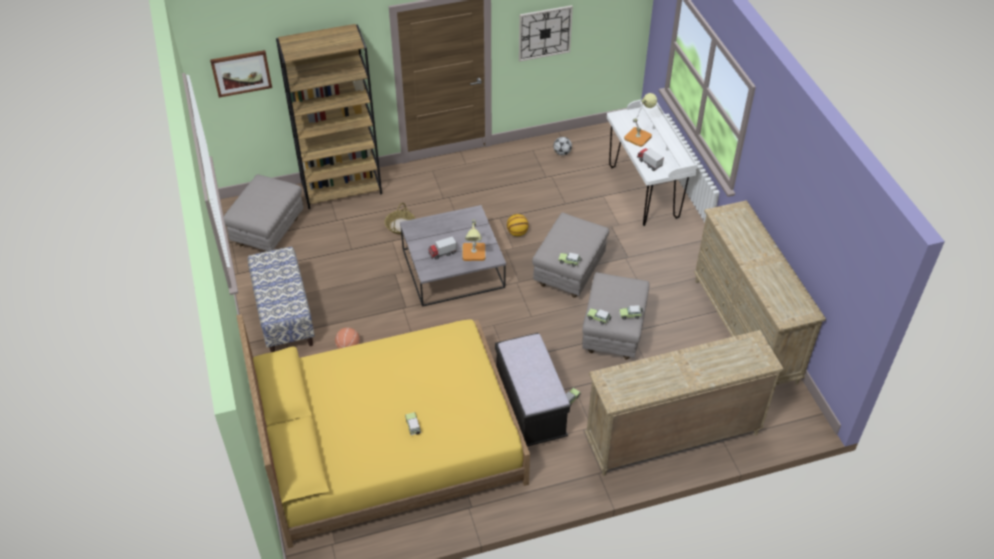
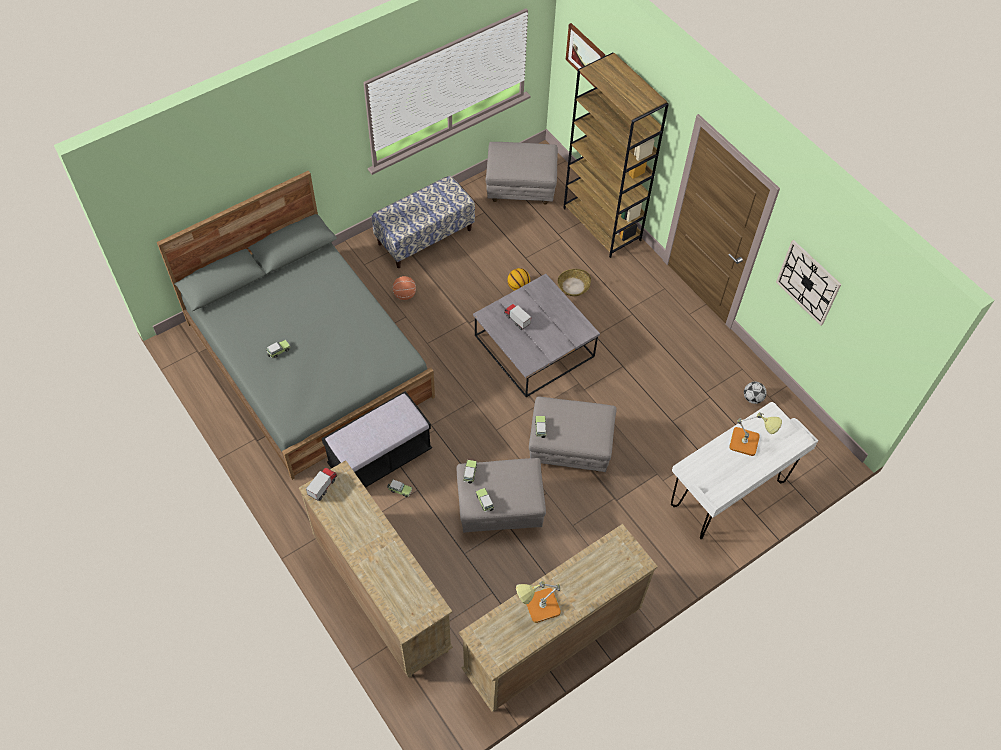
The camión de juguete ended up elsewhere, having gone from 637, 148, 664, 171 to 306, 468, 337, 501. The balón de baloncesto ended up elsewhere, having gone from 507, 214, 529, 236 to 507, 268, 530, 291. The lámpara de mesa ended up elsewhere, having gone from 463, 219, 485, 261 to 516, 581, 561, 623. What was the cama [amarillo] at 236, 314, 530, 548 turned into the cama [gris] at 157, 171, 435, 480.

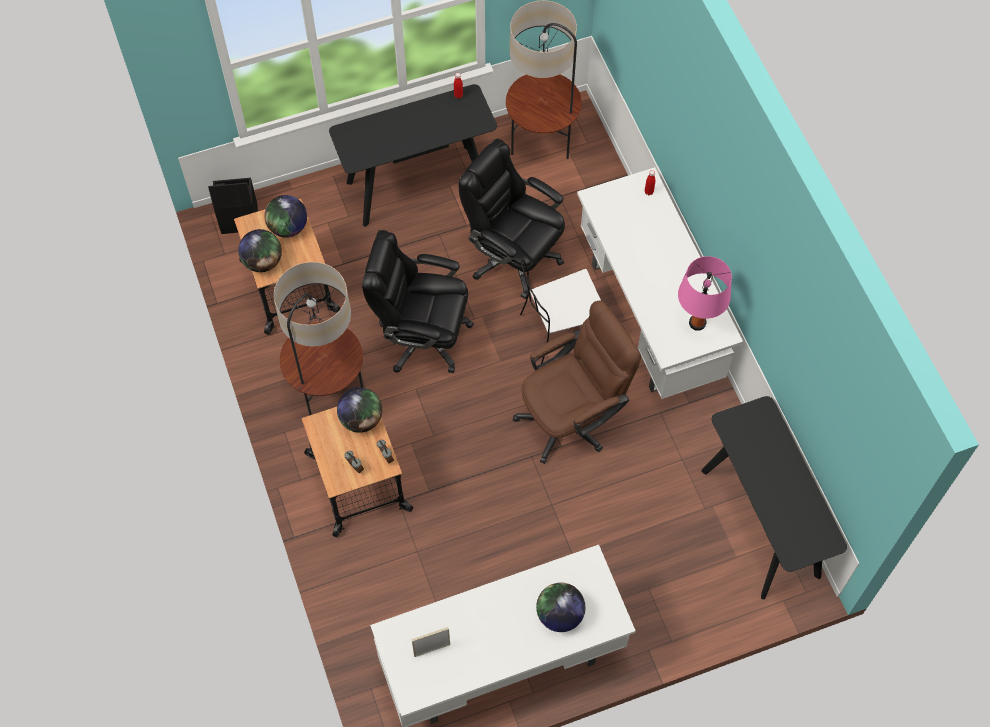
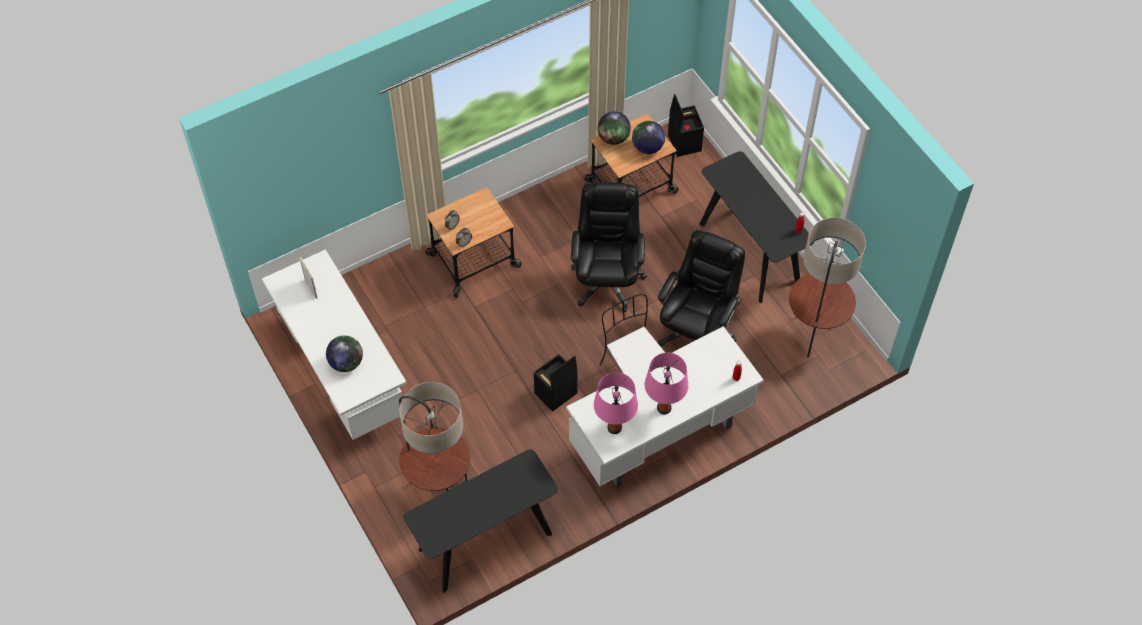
The lámpara de pie ended up elsewhere, having gone from 274, 262, 363, 416 to 399, 382, 470, 492. Where the silla de oficina [marrón] stood at 513, 301, 641, 464, the caja de almacenaje [negro] came to stand at 534, 354, 578, 412. The second view lost the globo terráqueo at 337, 387, 382, 433. The second view gained the lámpara de mesa [rosa] at 645, 353, 688, 414.

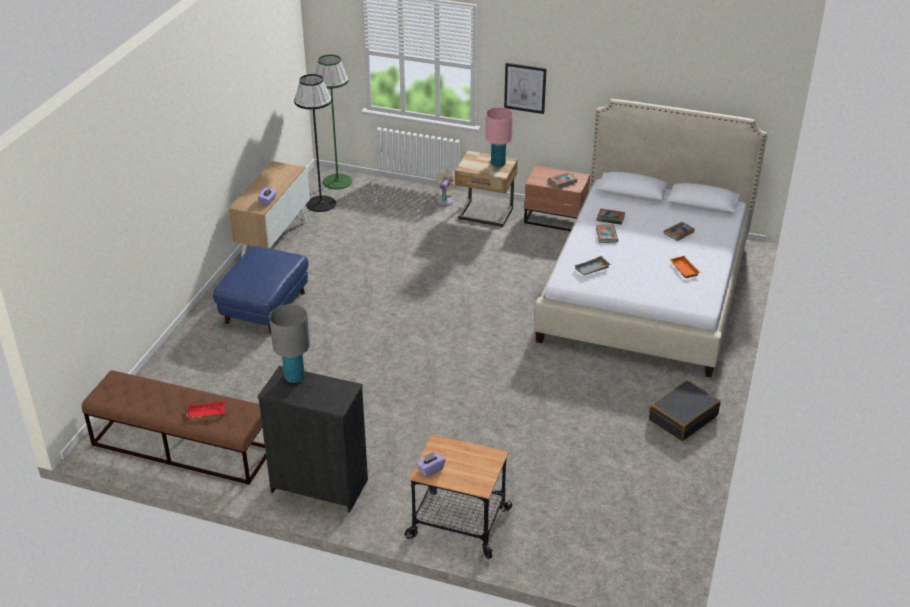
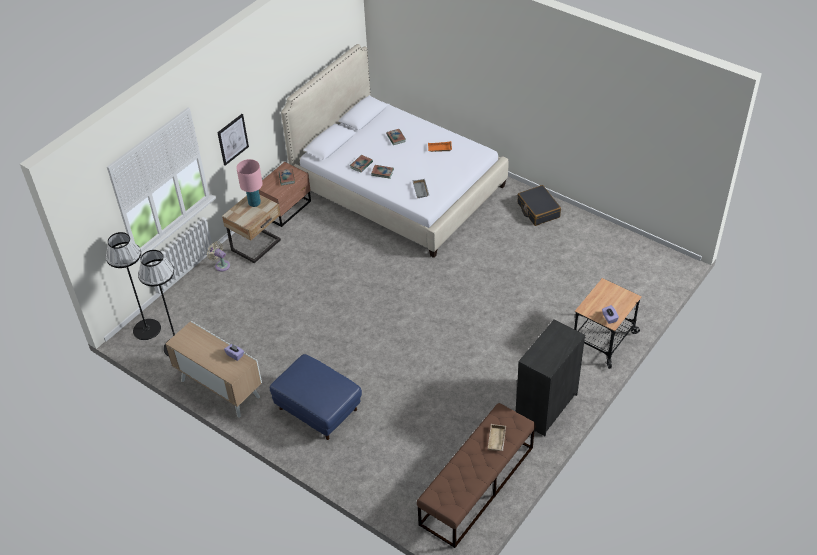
What was the lámpara de pie [verde] at 314, 54, 352, 189 turned into the lámpara de pie [negro] at 106, 232, 161, 340. The second view lost the lámpara de mesa [gris] at 269, 304, 310, 383. What was the bandeja [rojo] at 187, 400, 226, 419 turned into the bandeja [beis] at 487, 424, 506, 451.

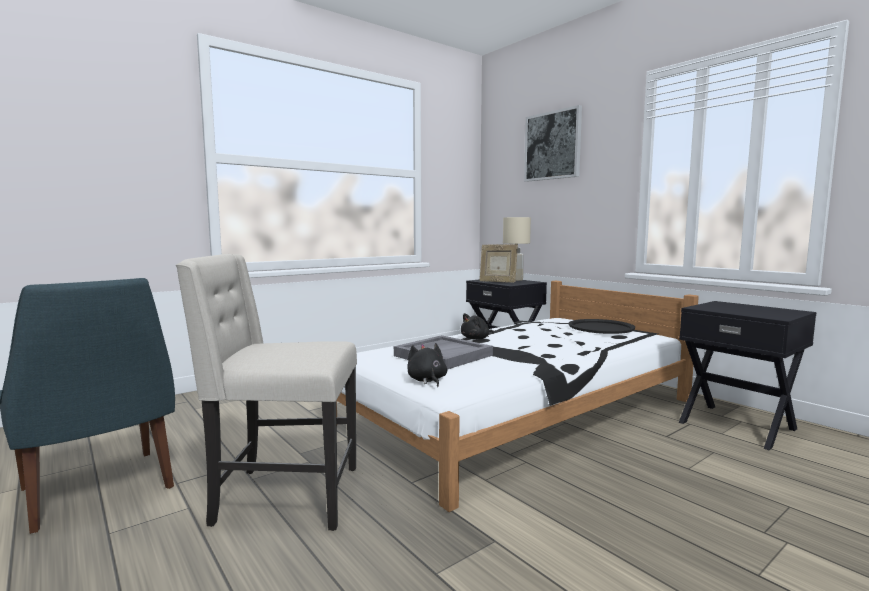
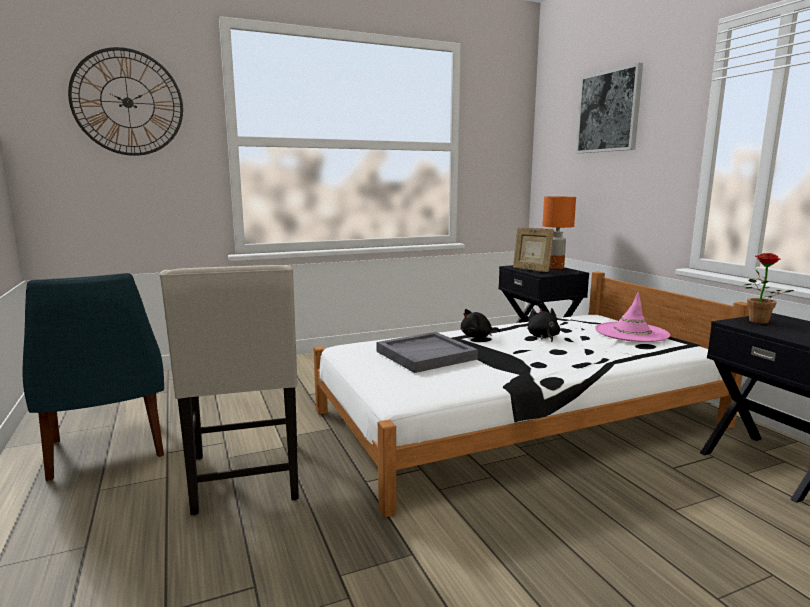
What was the lámpara de mesa [beis] at 503, 217, 531, 281 turned into the lámpara de mesa [naranja] at 542, 196, 576, 269. The silla [beis] at 176, 254, 357, 531 ended up facing another way, 120 degrees counterclockwise from before. Where the bandeja [negro] stood at 569, 319, 635, 334, the sombrero [rosa] came to stand at 595, 292, 670, 342. The peluche [negro] ended up elsewhere, having gone from 407, 343, 447, 387 to 528, 308, 560, 342. The second view gained the reloj de pared at 68, 47, 183, 156. The second view gained the planta en maceta at 745, 253, 794, 324.

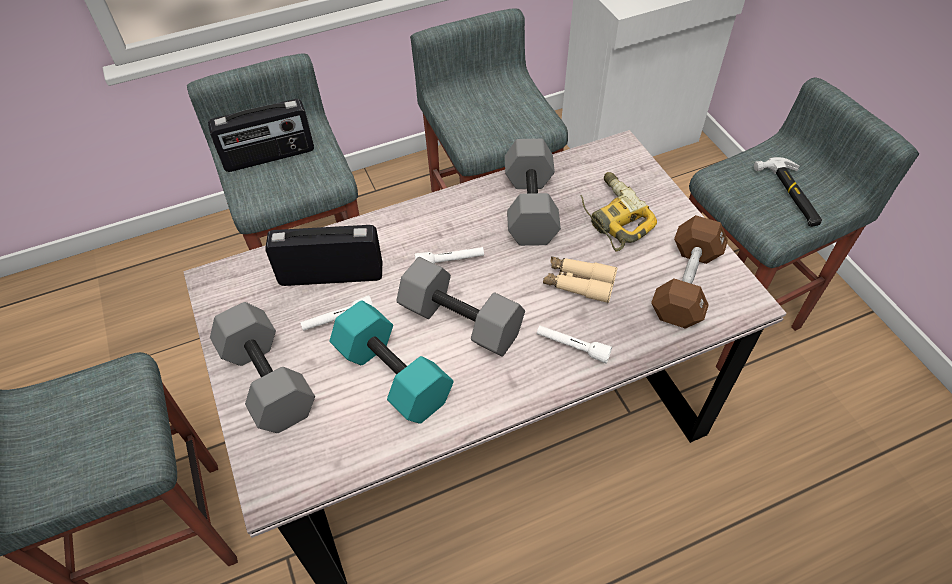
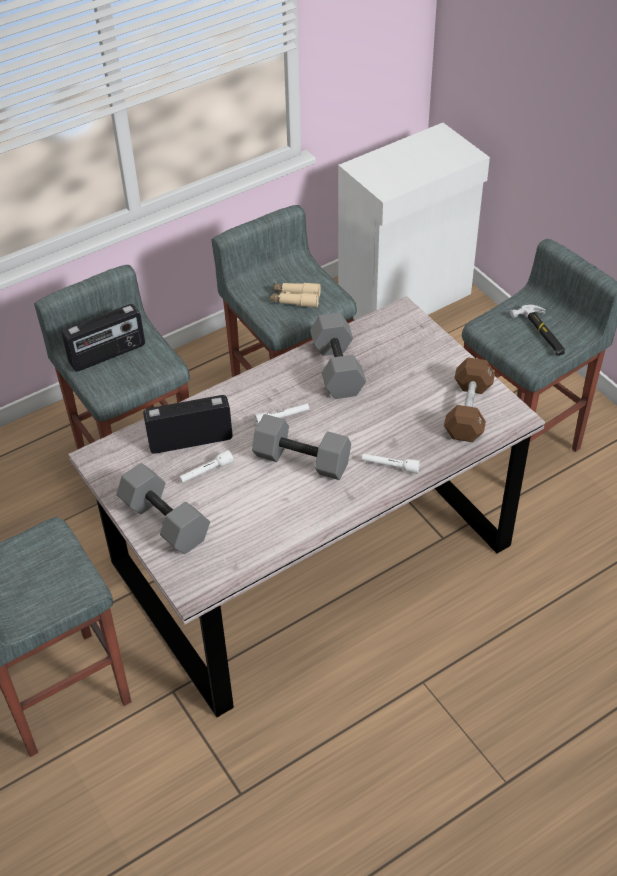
The second view lost the taladro at 580, 172, 657, 252. The prismáticos [beis] ended up elsewhere, having gone from 543, 256, 617, 303 to 270, 283, 321, 308. The second view lost the mancuerna [turquesa] at 329, 300, 454, 424.

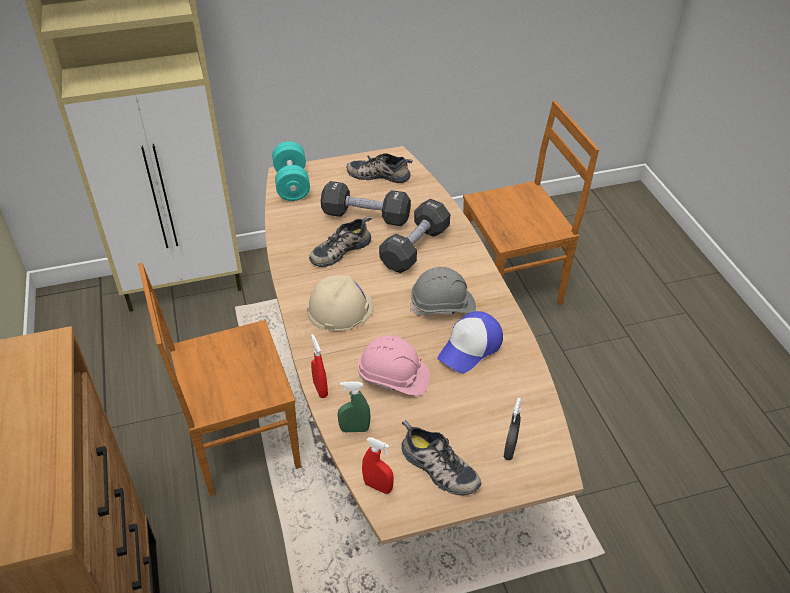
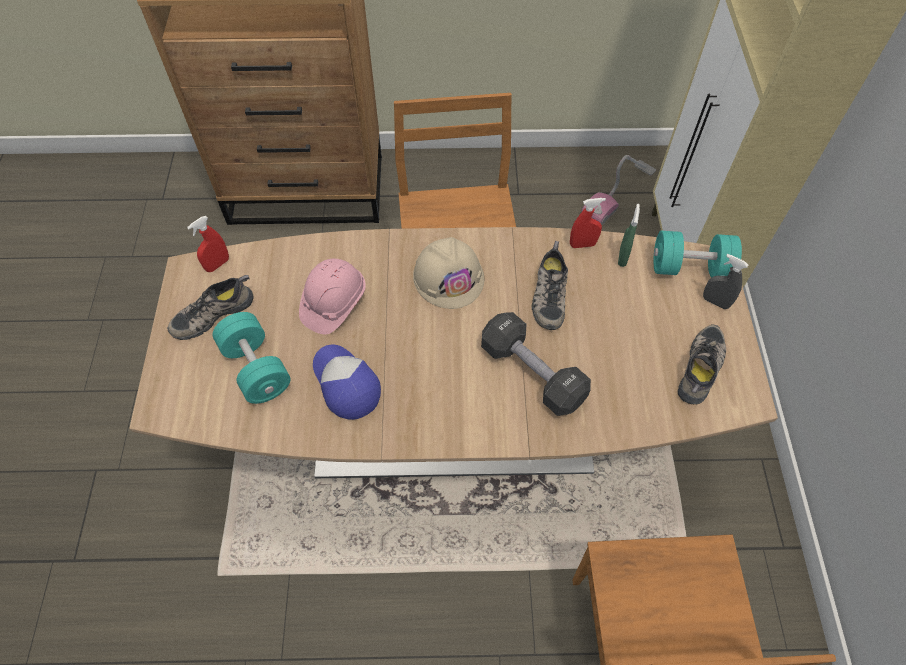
The second view lost the mancuerna [negro] at 321, 181, 411, 226. The zapato at 309, 216, 372, 267 ended up facing another way, 150 degrees counterclockwise from before. The second view lost the casco [gris] at 410, 267, 476, 316. The pulverizador [rojo] ended up elsewhere, having gone from 311, 334, 328, 398 to 570, 198, 606, 248. The pulverizador [verde] ended up elsewhere, having gone from 338, 382, 370, 432 to 618, 204, 640, 267. The pulverizador [gris] ended up elsewhere, having gone from 504, 398, 522, 460 to 703, 254, 748, 309. The second view gained the aspiradora at 581, 155, 656, 225. The second view gained the mancuerna [turquesa] at 213, 312, 291, 404.

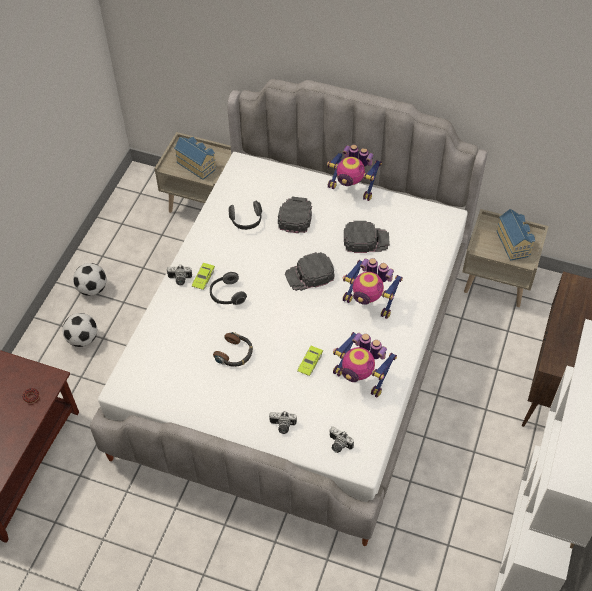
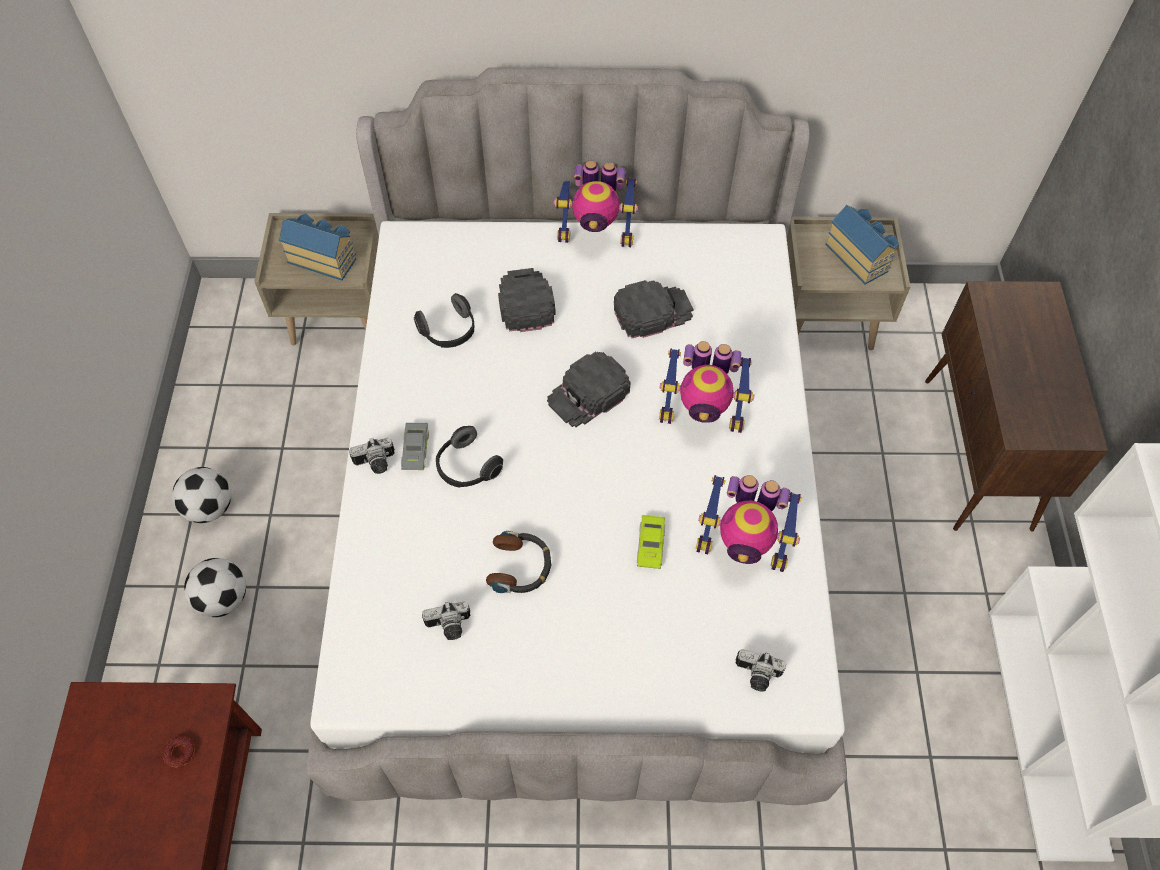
What was the coche de juguete [verde] at 192, 263, 215, 290 turned into the coche de juguete [gris] at 401, 423, 429, 470. The cámara ended up elsewhere, having gone from 269, 411, 297, 434 to 422, 601, 471, 640.

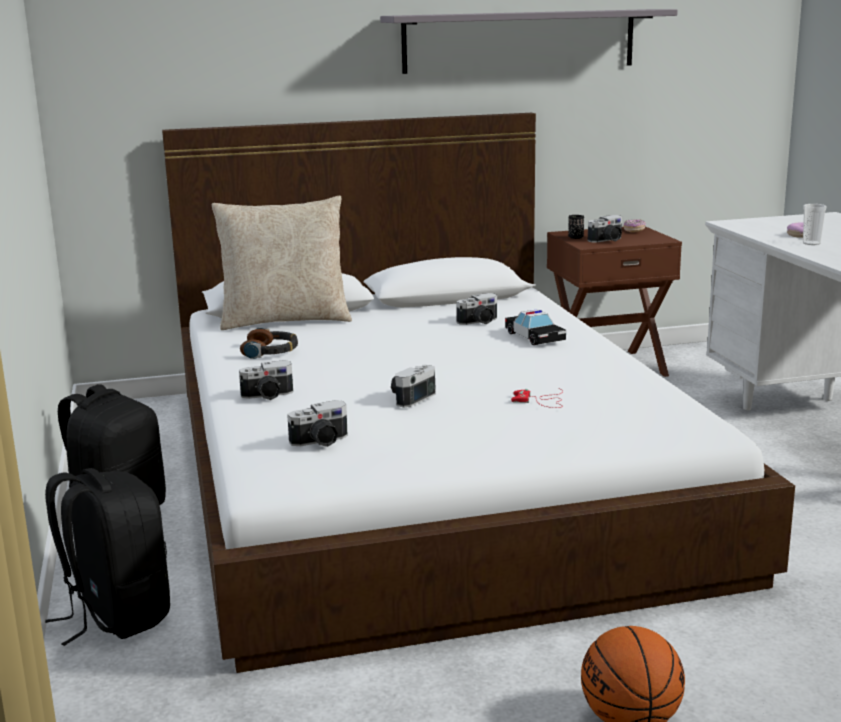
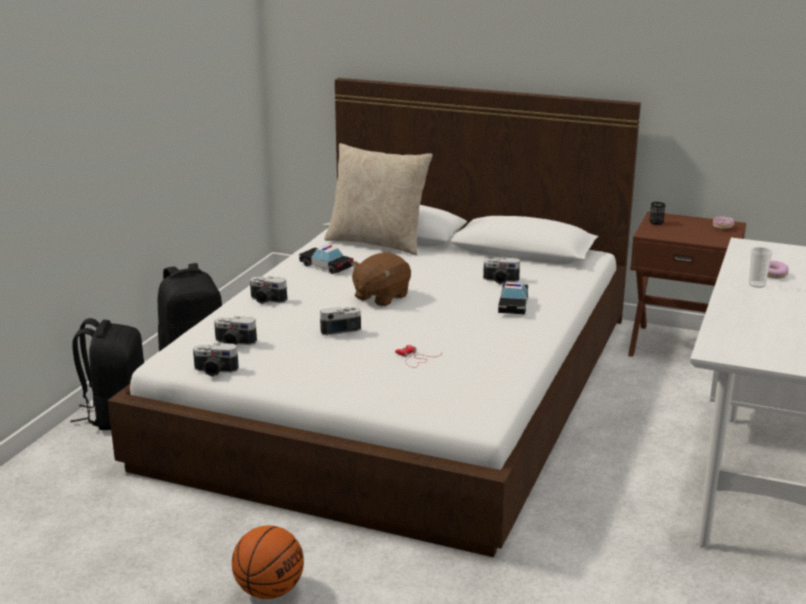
The second view lost the estante [gris] at 380, 9, 678, 74. The cámara ended up elsewhere, having gone from 587, 215, 622, 242 to 193, 343, 239, 377. Where the auriculares stood at 240, 328, 298, 359, the coche de juguete came to stand at 299, 245, 354, 274. The second view gained the peluche [marrón] at 351, 252, 411, 306.

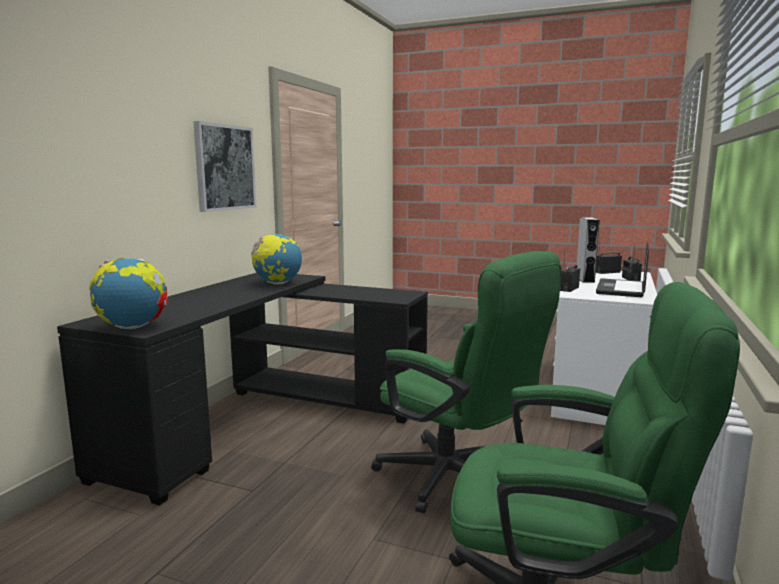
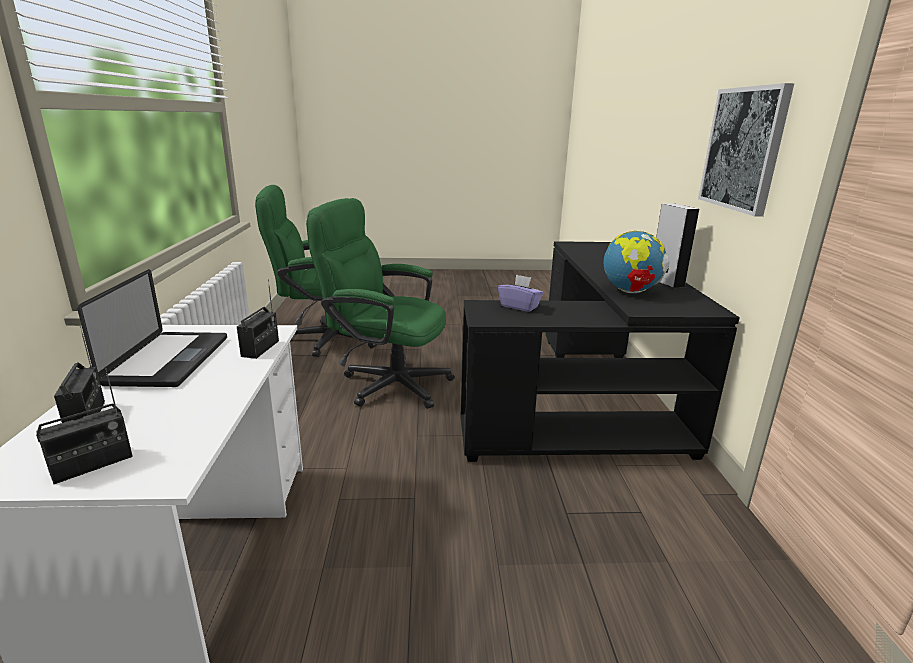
The altavoz [gris] ended up elsewhere, having gone from 577, 217, 600, 283 to 656, 203, 699, 288. The second view lost the globo terráqueo at 90, 258, 168, 329. The second view gained the caja de pañuelos [morado] at 498, 274, 543, 312.

